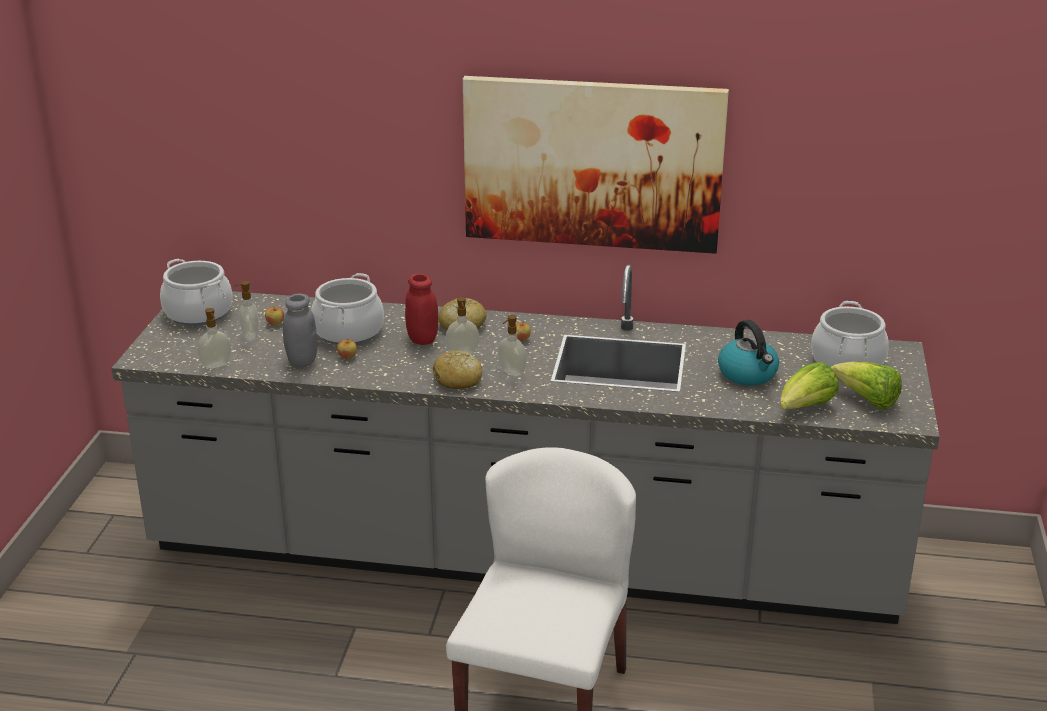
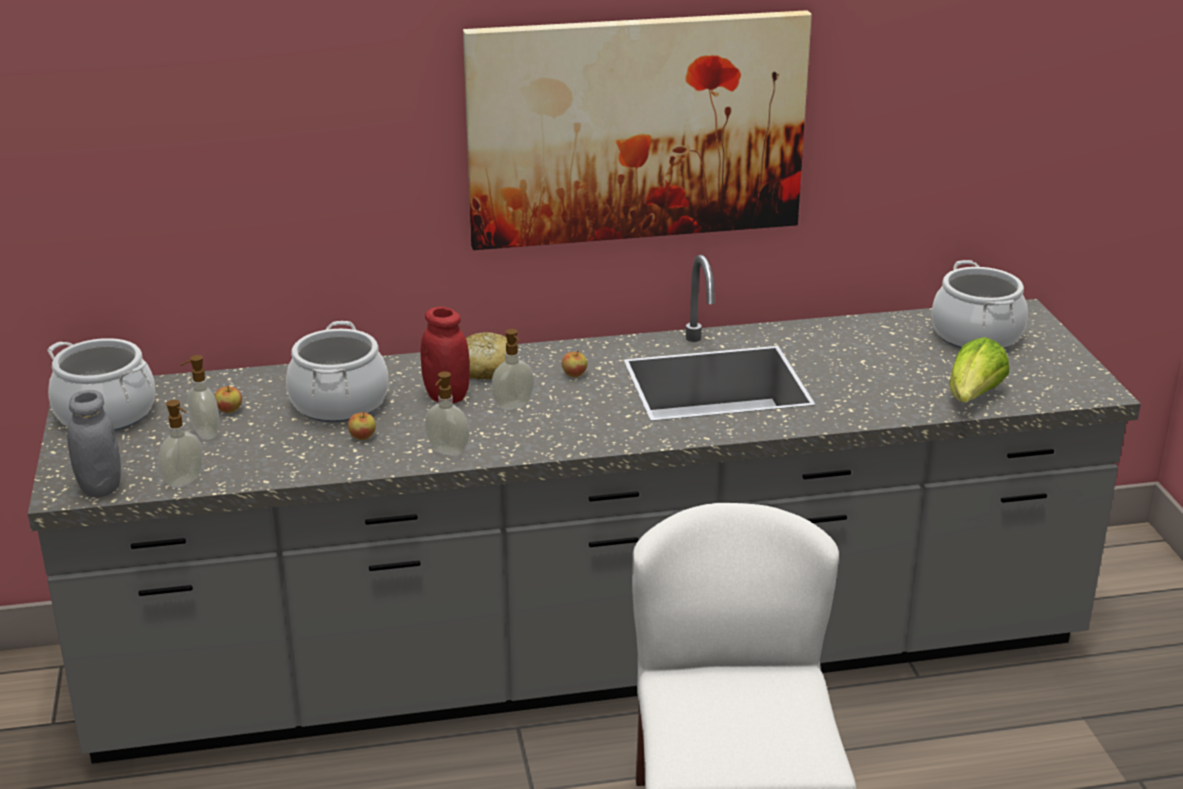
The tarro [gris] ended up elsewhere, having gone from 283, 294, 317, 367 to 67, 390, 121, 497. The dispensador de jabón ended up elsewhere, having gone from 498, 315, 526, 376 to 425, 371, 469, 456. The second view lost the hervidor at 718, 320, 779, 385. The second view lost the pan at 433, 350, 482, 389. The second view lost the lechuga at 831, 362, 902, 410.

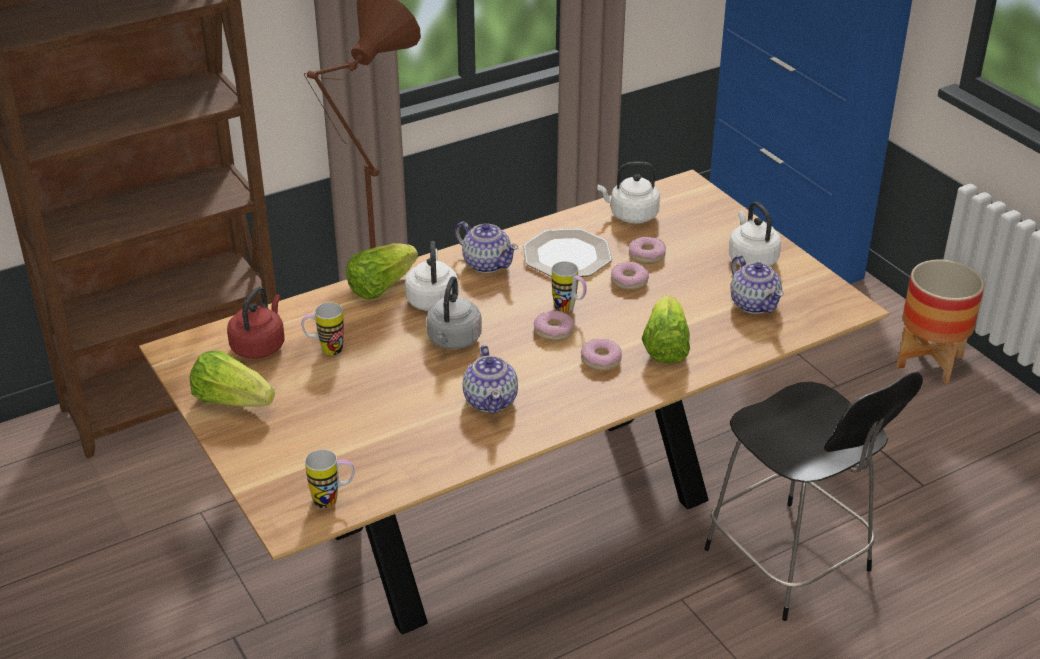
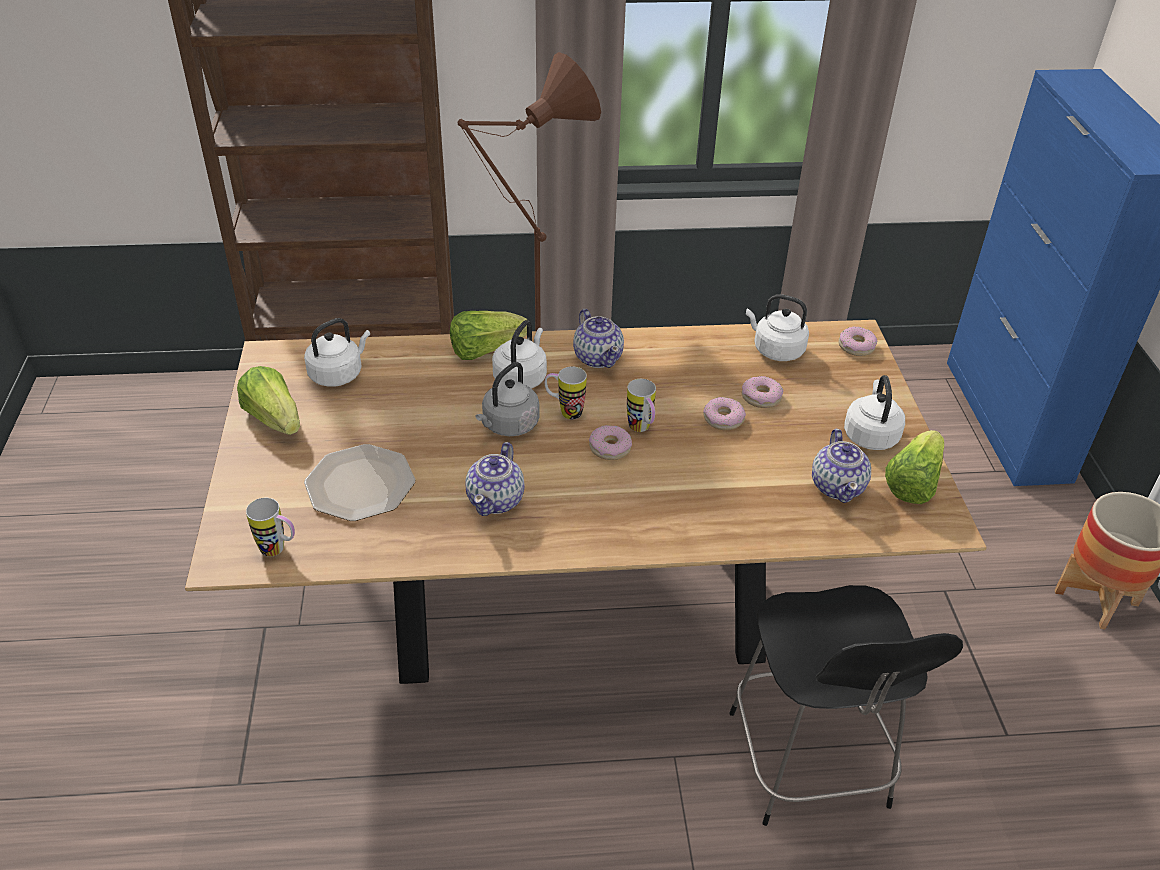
The plato ended up elsewhere, having gone from 523, 228, 612, 277 to 304, 444, 415, 521. What was the hervidor [rojo] at 227, 287, 284, 359 turned into the hervidor [blanco] at 304, 318, 370, 387. The lechuga ended up elsewhere, having gone from 642, 295, 690, 364 to 885, 430, 944, 504. The taza grande ended up elsewhere, having gone from 302, 303, 344, 355 to 545, 367, 587, 419. The rosquilla ended up elsewhere, having gone from 581, 339, 622, 371 to 838, 326, 877, 356.

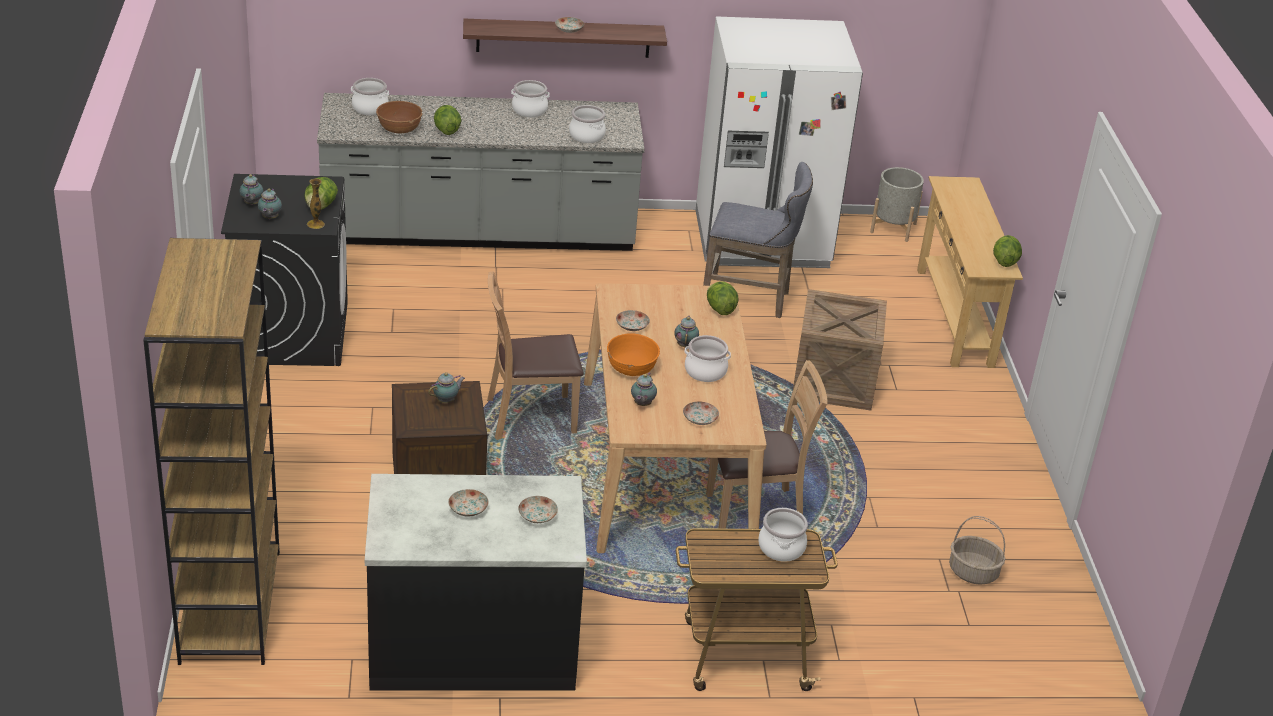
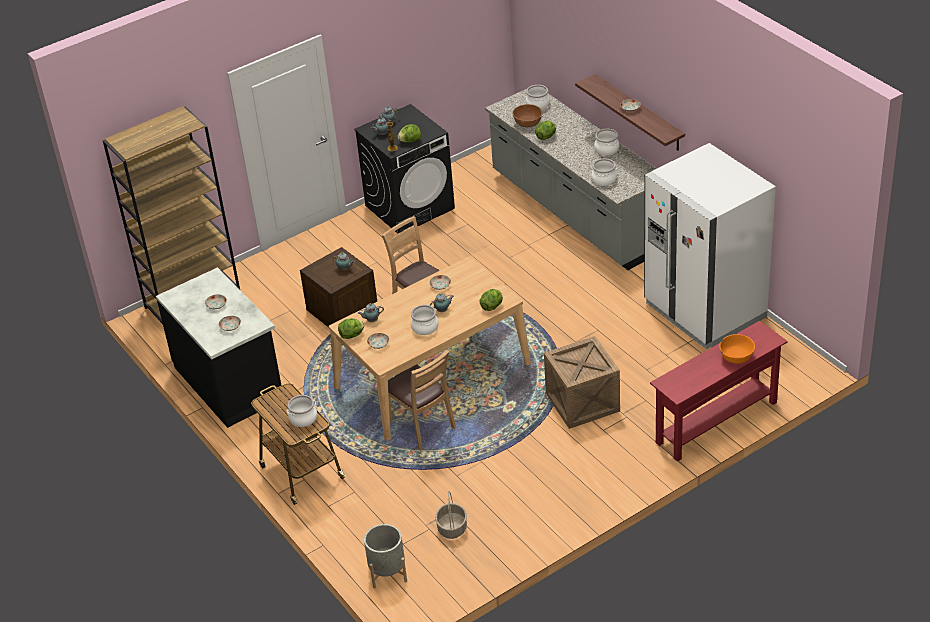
The second view lost the taburete [gris] at 703, 162, 813, 318. The maceta [gris] ended up elsewhere, having gone from 870, 167, 924, 242 to 364, 524, 407, 588. What was the mesa consola [beis] at 917, 176, 1023, 368 turned into the mesa consola [rojo] at 650, 321, 788, 462. The lechuga ended up elsewhere, having gone from 993, 235, 1022, 267 to 338, 318, 364, 339. The cuenco [naranja] ended up elsewhere, having gone from 607, 333, 660, 376 to 719, 334, 755, 364.

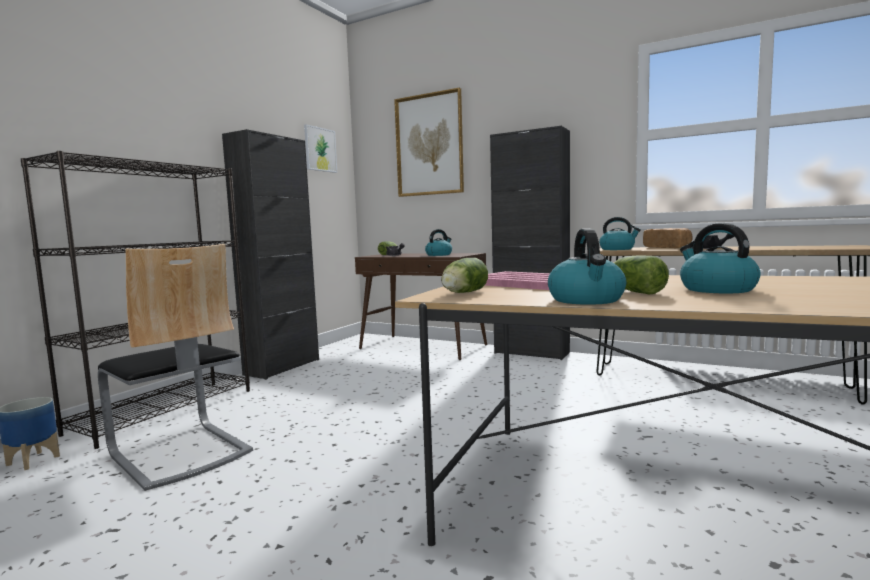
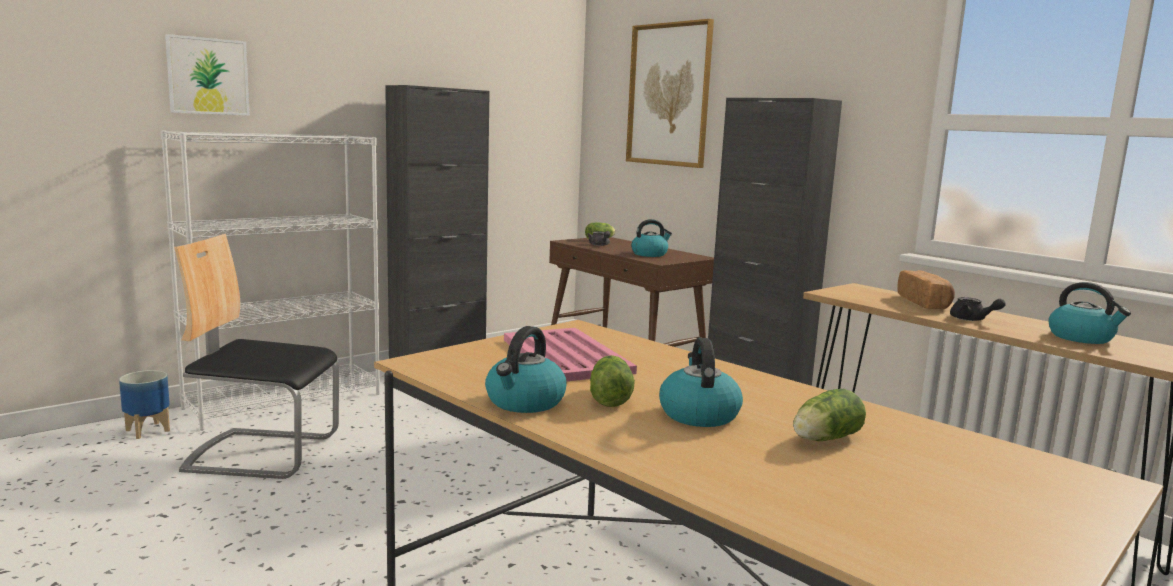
The cuadro ended up elsewhere, having gone from 304, 124, 337, 173 to 165, 34, 250, 116. What was the estantería [negro] at 21, 151, 250, 449 turned into the estantería [blanco] at 161, 130, 380, 431. The hervidor ended up elsewhere, having gone from 599, 217, 641, 250 to 1048, 282, 1131, 344. The silla at 98, 244, 253, 491 ended up facing another way, 120 degrees clockwise from before. The lechuga ended up elsewhere, having gone from 441, 258, 488, 293 to 793, 389, 866, 441.

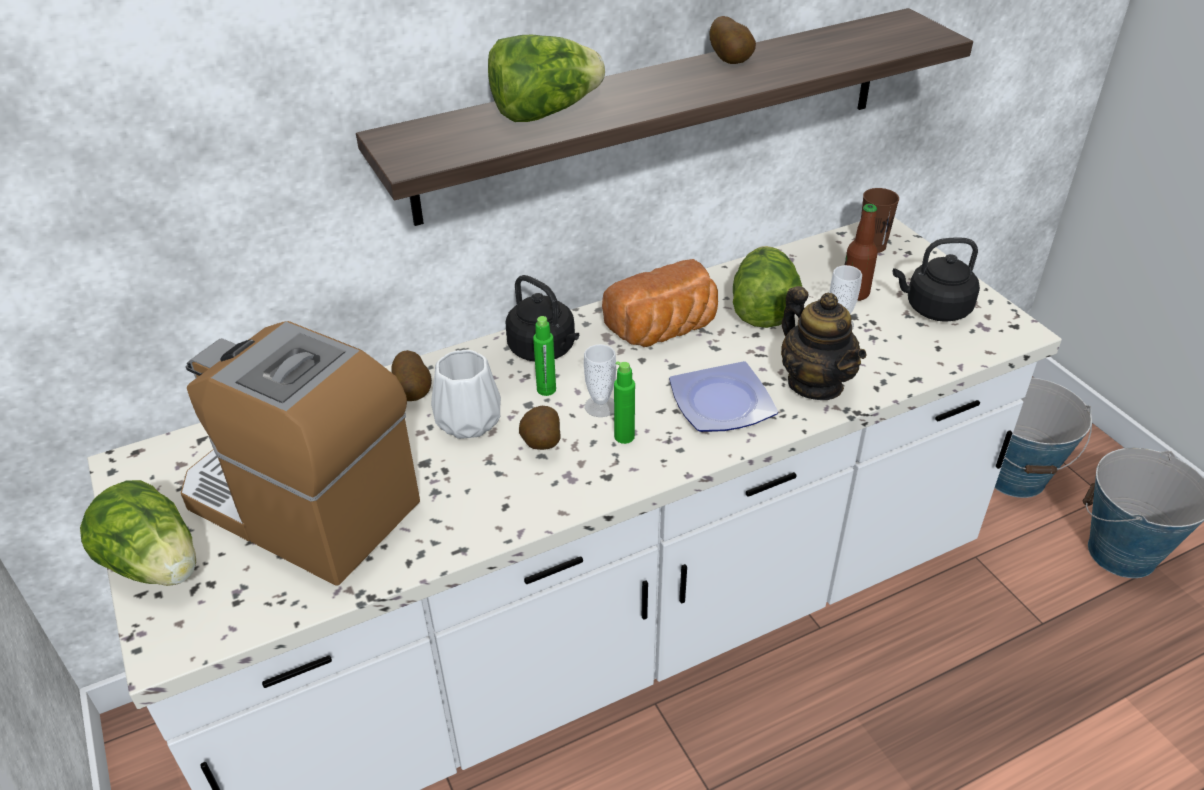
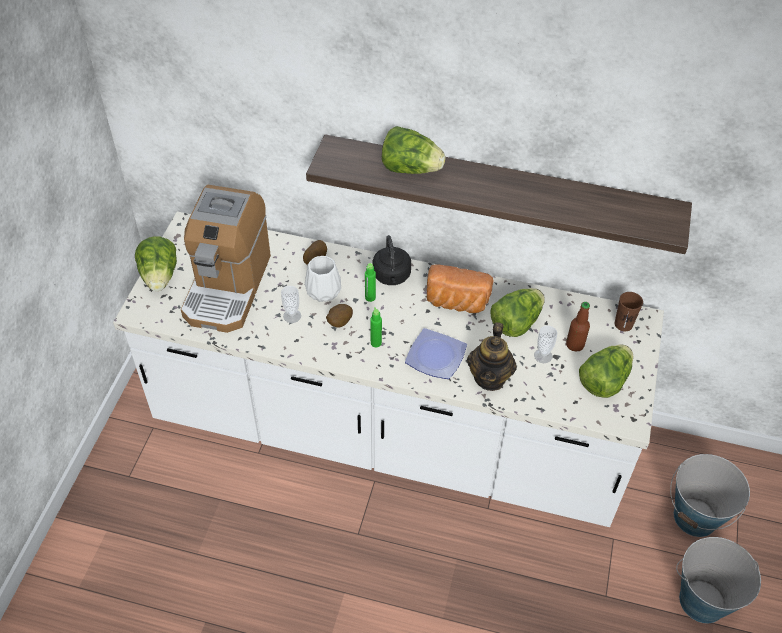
The second view lost the patata at 709, 16, 756, 64. Where the hervidor [negro] stood at 893, 238, 980, 322, the lechuga came to stand at 579, 345, 633, 398. The cafetera at 181, 321, 420, 586 ended up facing another way, 150 degrees counterclockwise from before. The taza ended up elsewhere, having gone from 584, 344, 616, 417 to 281, 286, 301, 323.

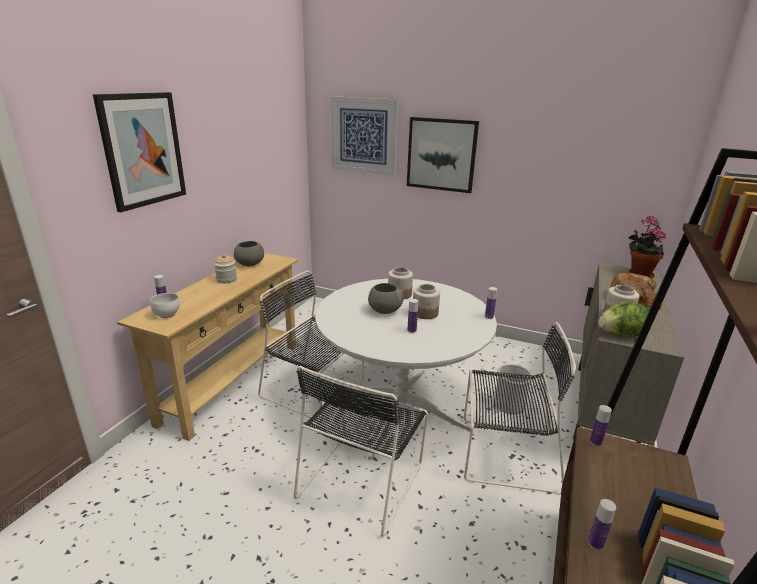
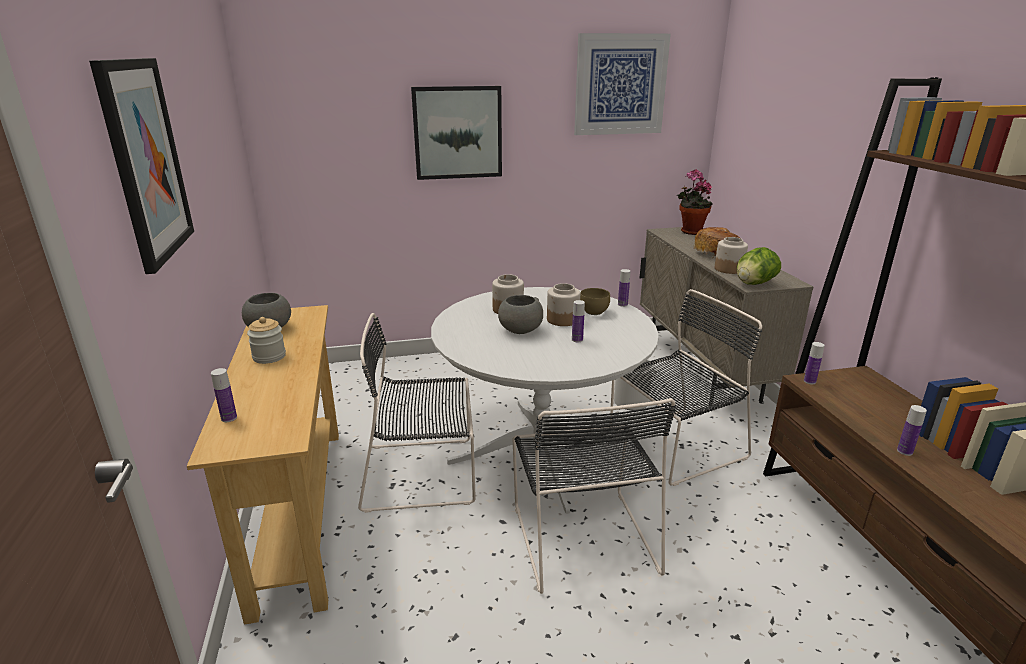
The cuadro ended up elsewhere, having gone from 331, 96, 399, 176 to 574, 33, 671, 135. The second view lost the cuenco [blanco] at 150, 293, 180, 318. The second view gained the cuenco [marrón] at 580, 288, 610, 315.

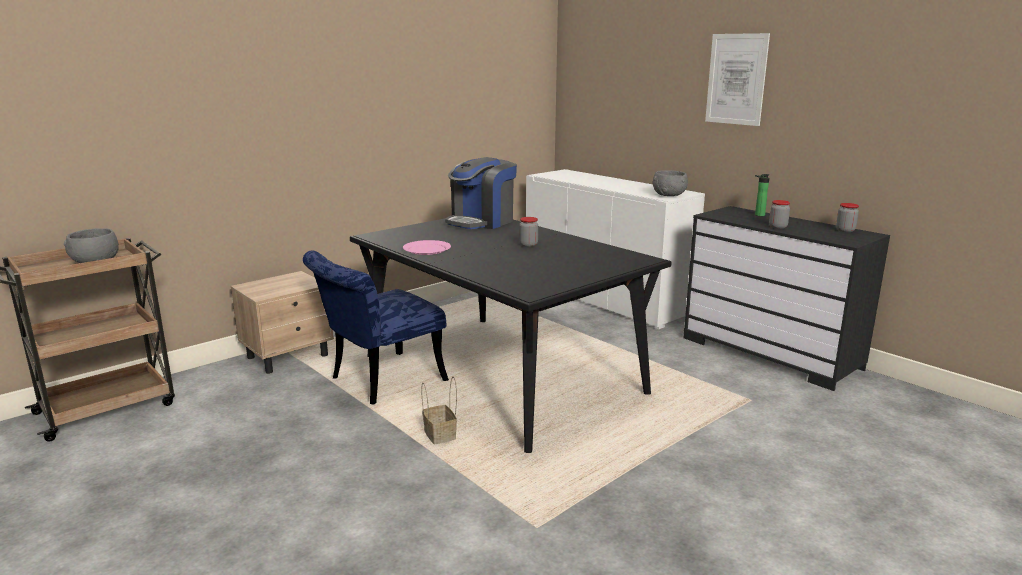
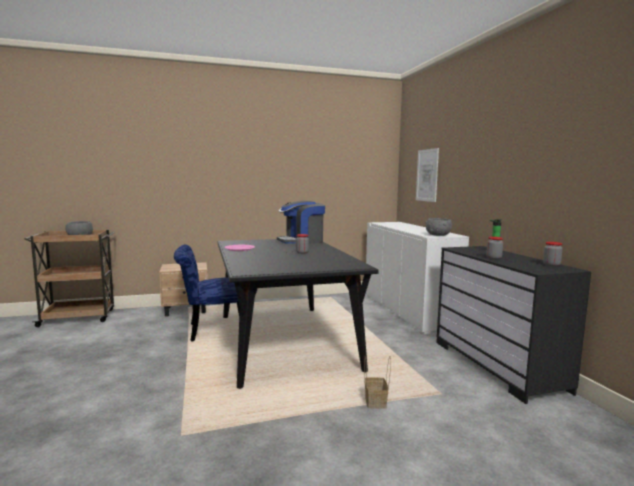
The cuadro ended up elsewhere, having gone from 705, 33, 770, 126 to 416, 148, 439, 202. The cesta ended up elsewhere, having gone from 421, 377, 457, 444 to 364, 356, 391, 409.

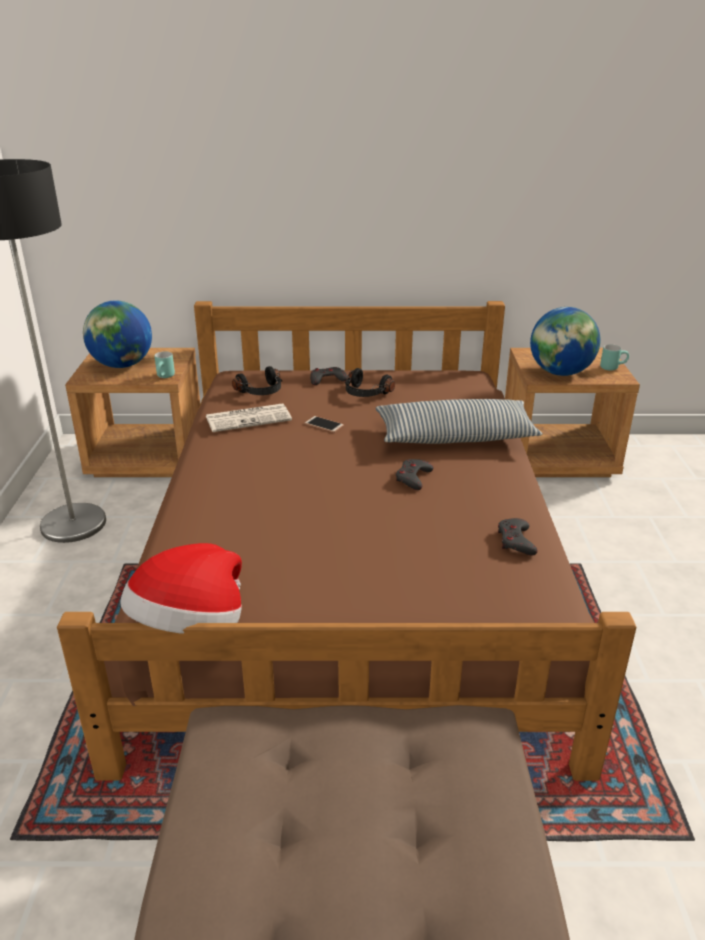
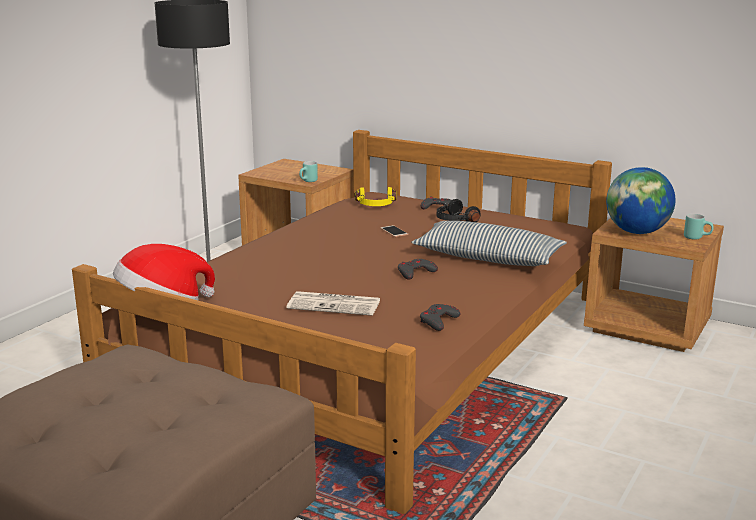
The second view lost the globo terráqueo at 83, 301, 152, 368. What was the auriculares [negro] at 232, 366, 282, 395 turned into the auriculares [amarillo] at 355, 187, 397, 206. The periódico ended up elsewhere, having gone from 206, 403, 292, 432 to 287, 291, 380, 316.

